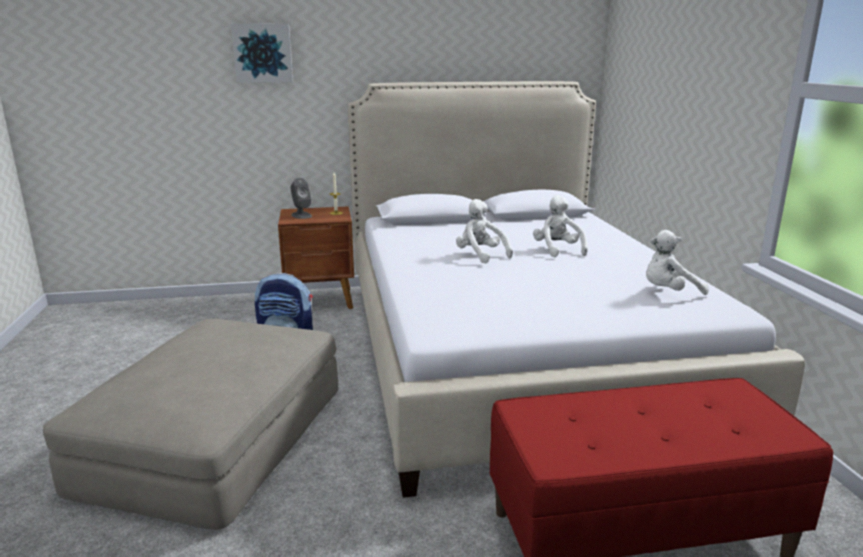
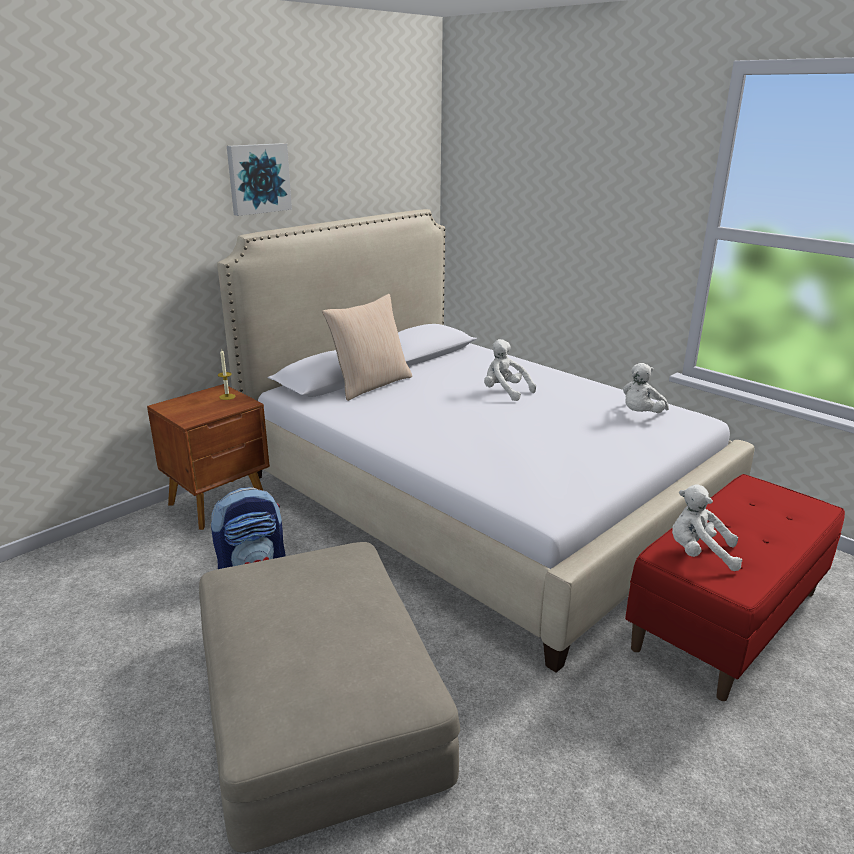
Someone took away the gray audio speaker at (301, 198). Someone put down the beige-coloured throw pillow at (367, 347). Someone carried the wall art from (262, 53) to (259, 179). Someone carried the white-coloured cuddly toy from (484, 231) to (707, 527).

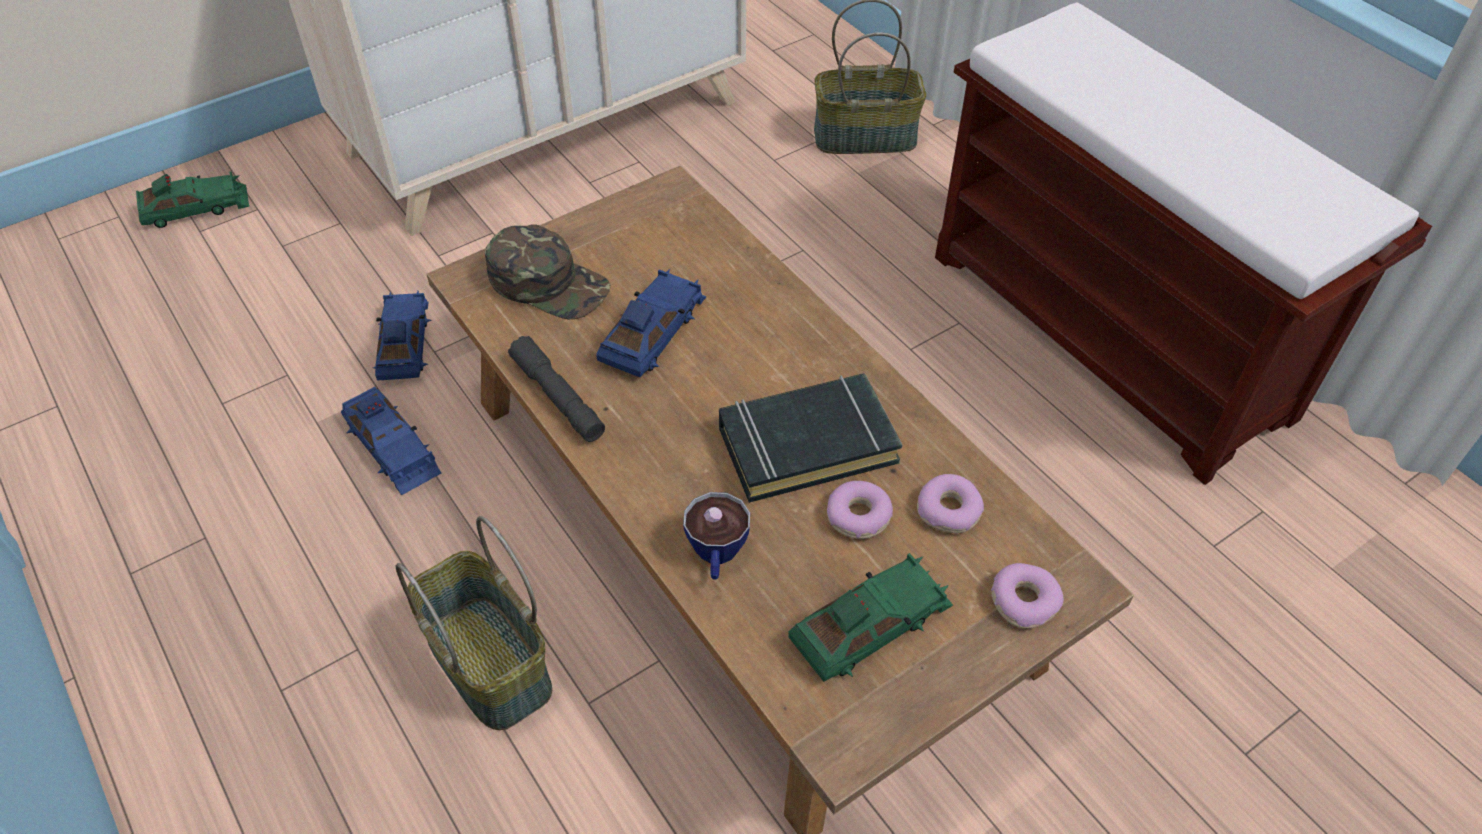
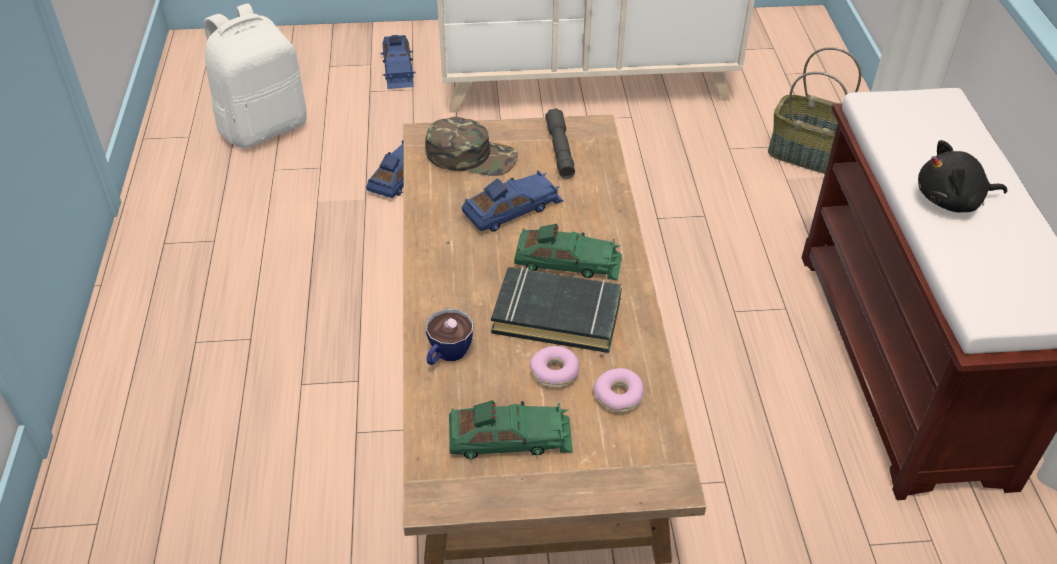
Someone took away the storage basket at (474, 623). Someone took away the ring doughnut at (1027, 596). Someone put down the white-coloured backpack at (255, 75). Someone put down the black cuddly toy at (962, 176). Someone carried the greenish toy car from (192, 200) to (568, 252). Someone carried the bluish toy car from (391, 441) to (398, 62). Someone carried the gray torch from (556, 389) to (560, 143). Someone rotated the greenish peaked cap at (548, 272) by 45 degrees counterclockwise.

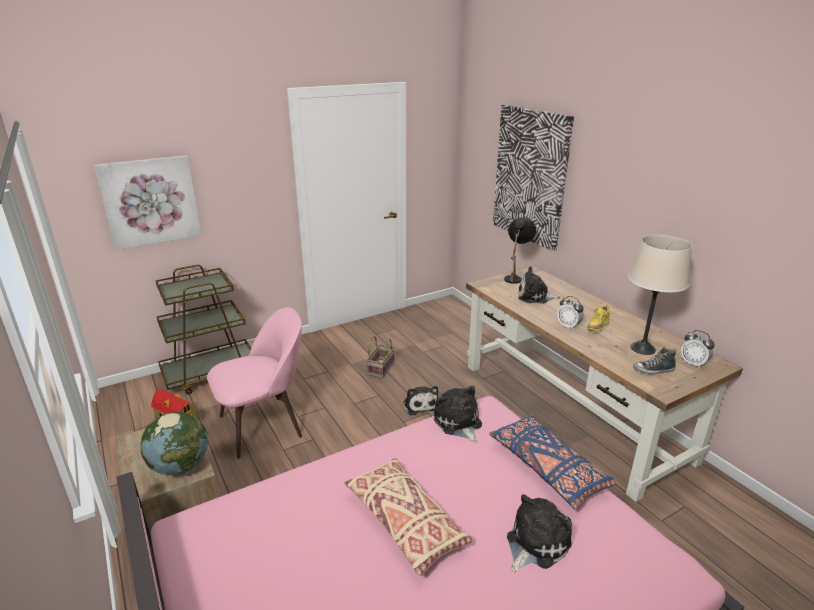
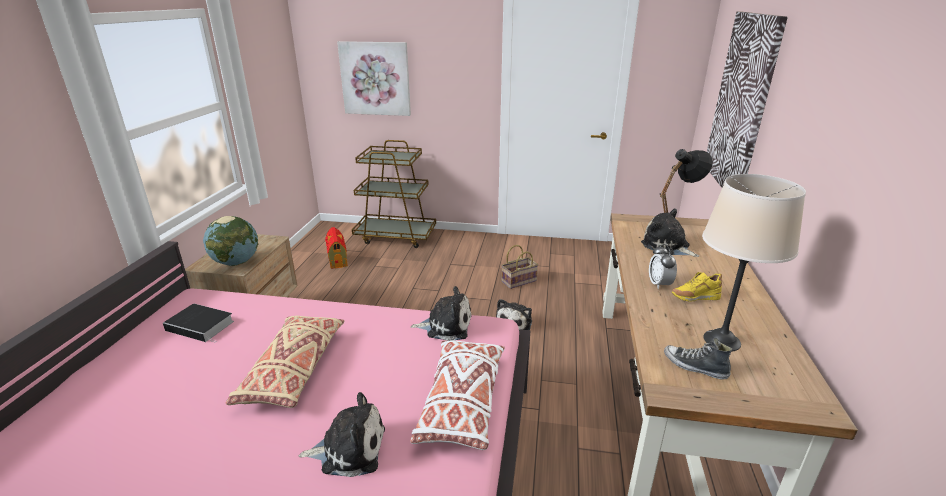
Someone took away the pink-coloured upright chair at (254, 383). Someone took away the table clock at (698, 349). Someone put down the book at (198, 323). Someone repainted the bluish throw pillow at (552, 462), which became the white-coloured throw pillow at (457, 395). Someone rotated the cuddly toy at (458, 414) by 75 degrees clockwise.

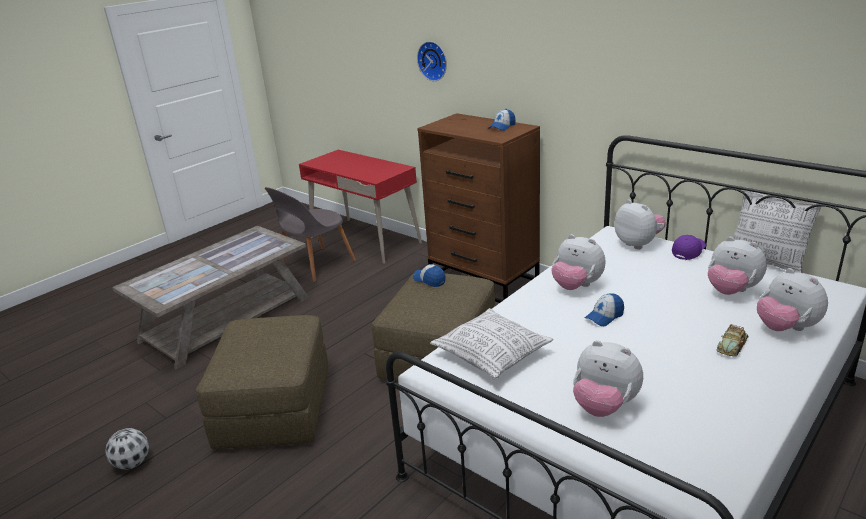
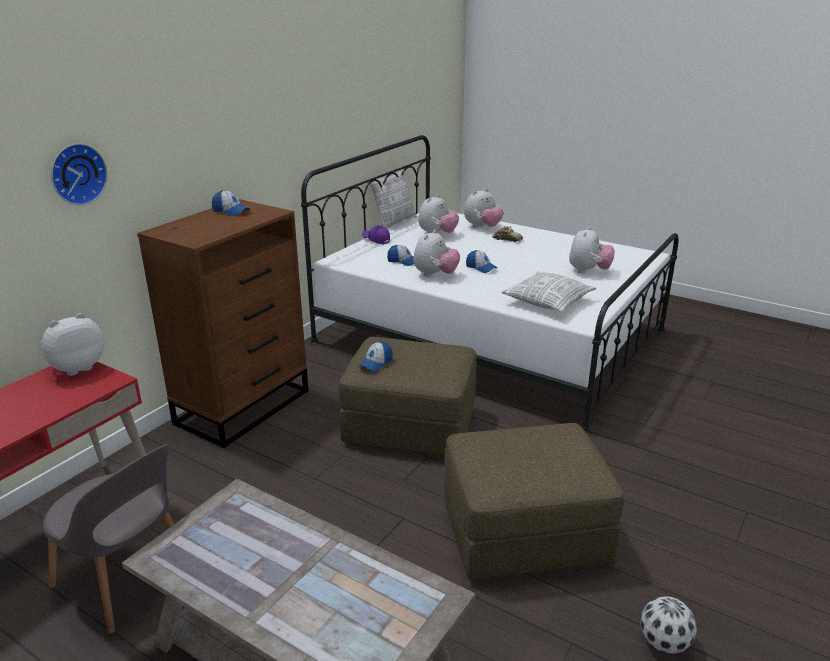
Someone put down the peaked cap at (400, 255). Someone carried the cuddly toy from (640, 224) to (72, 344).

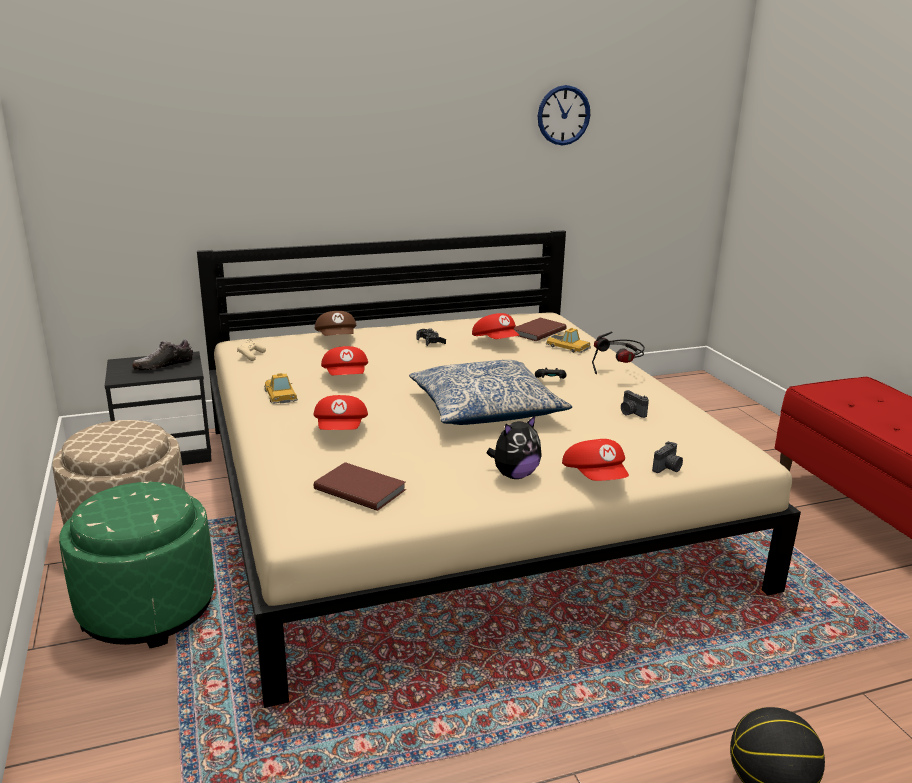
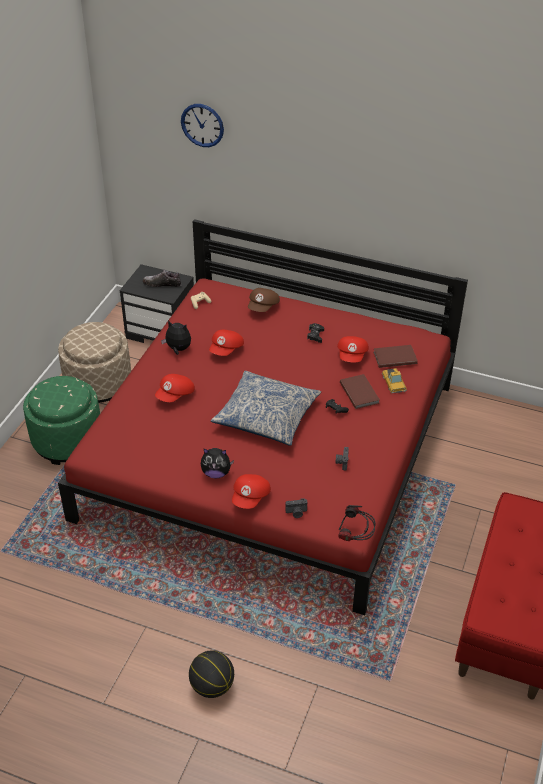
Someone carried the brown book from (360, 486) to (360, 391). Someone carried the clock on the wall from (564, 115) to (202, 125). Someone carried the headset from (618, 353) to (357, 523). Someone swapped the toy car at (281, 388) for the cuddly toy at (176, 337). Someone repainted the beige-coloured bedroom bed at (499, 469), which became the red bedroom bed at (263, 417).

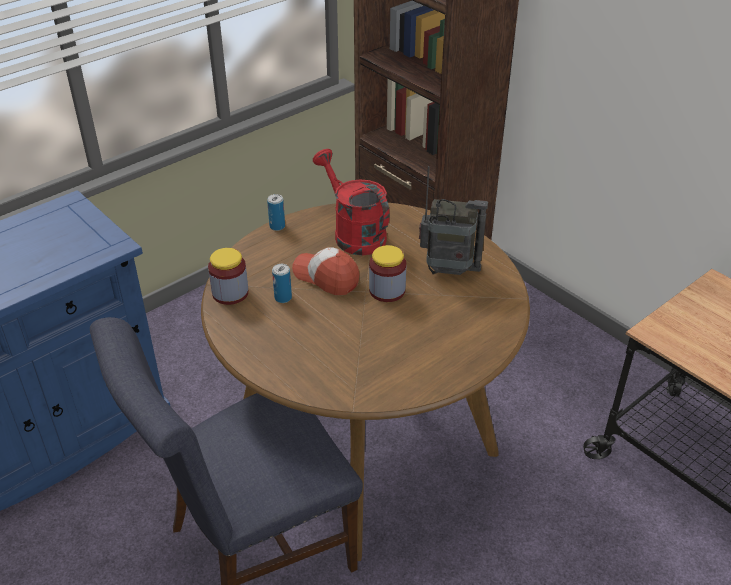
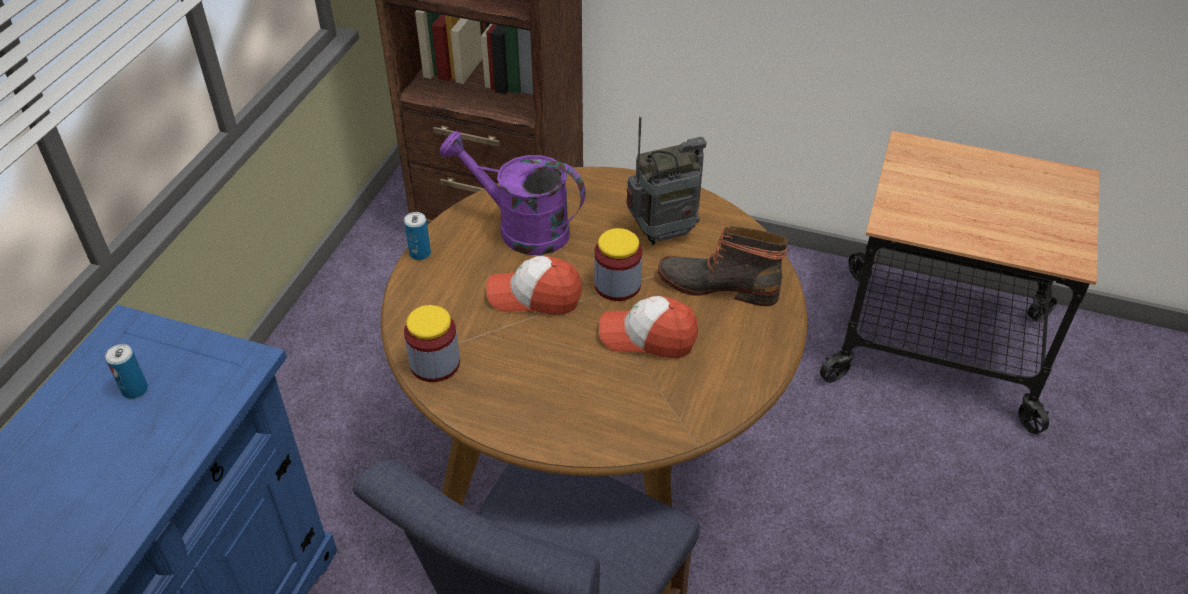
Someone put down the peaked cap at (648, 327). Someone put down the tall boot at (723, 266). Someone carried the sealed can from (282, 283) to (126, 371). Someone repainted the red watering can at (351, 202), which became the purplish watering can at (513, 193).

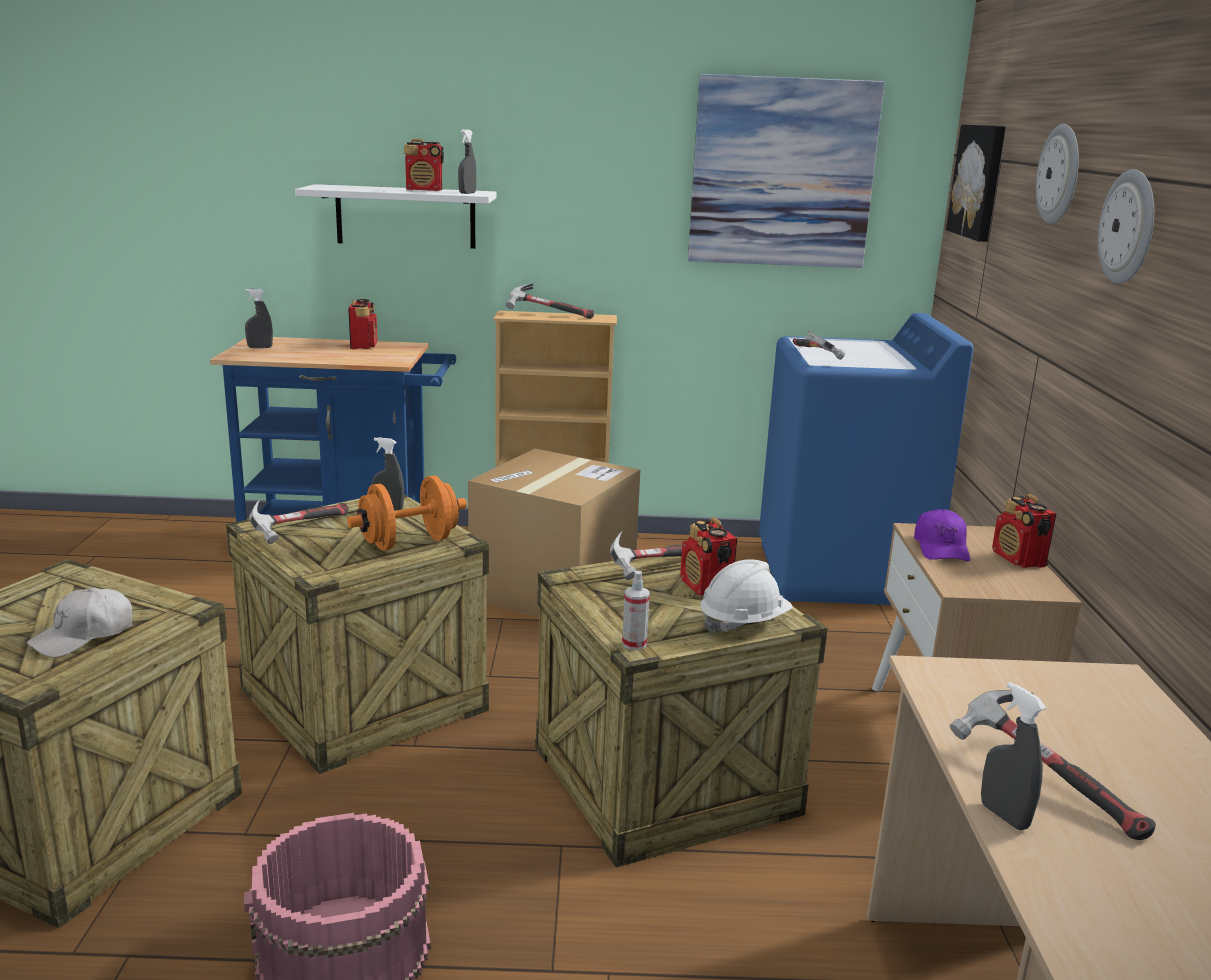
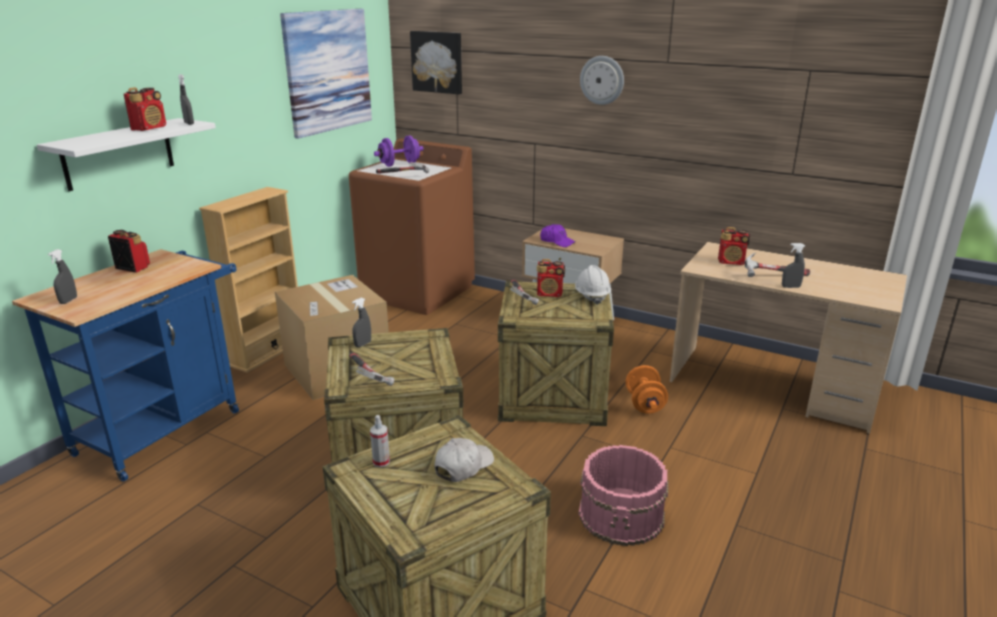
Someone took away the hammer at (550, 301). Someone took away the clock on the wall at (1057, 174). Someone put down the purplish free weight at (398, 151). Someone carried the orange free weight from (407, 513) to (646, 389). Someone carried the hand sprayer from (636, 610) to (380, 441). Someone carried the radio from (1024, 531) to (734, 246). Someone repainted the bluish laundry machine at (866, 459), which became the brown laundry machine at (412, 226). Someone rotated the white-coloured peaked cap at (79, 622) by 120 degrees counterclockwise.

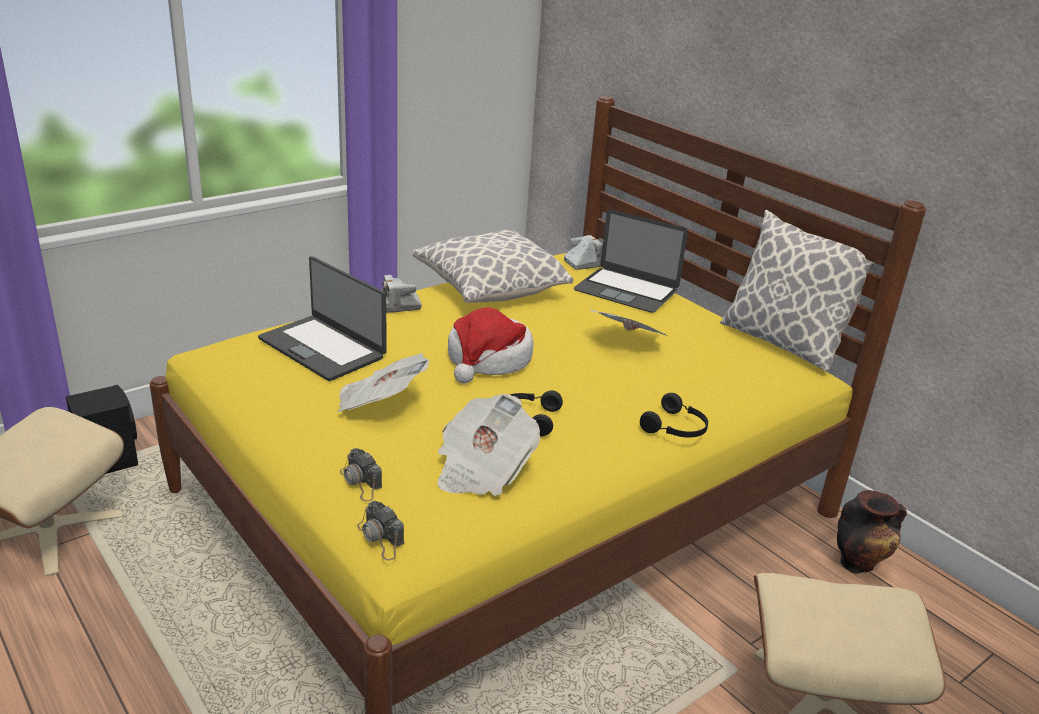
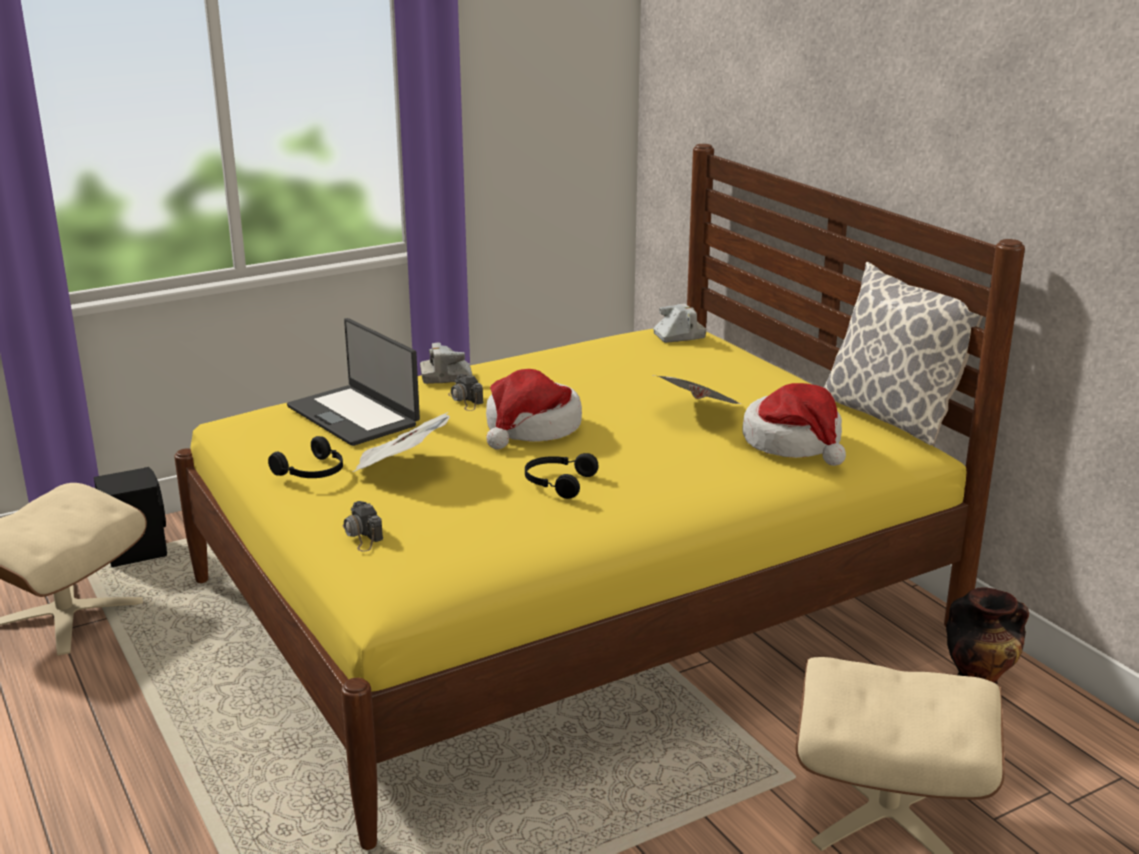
Someone took away the throw pillow at (493, 266). Someone took away the daily paper at (488, 445). Someone took away the laptop at (631, 261). Someone put down the clothing hat at (794, 424). Someone carried the photo camera from (380, 530) to (465, 392). Someone carried the black headset from (674, 415) to (305, 457).

